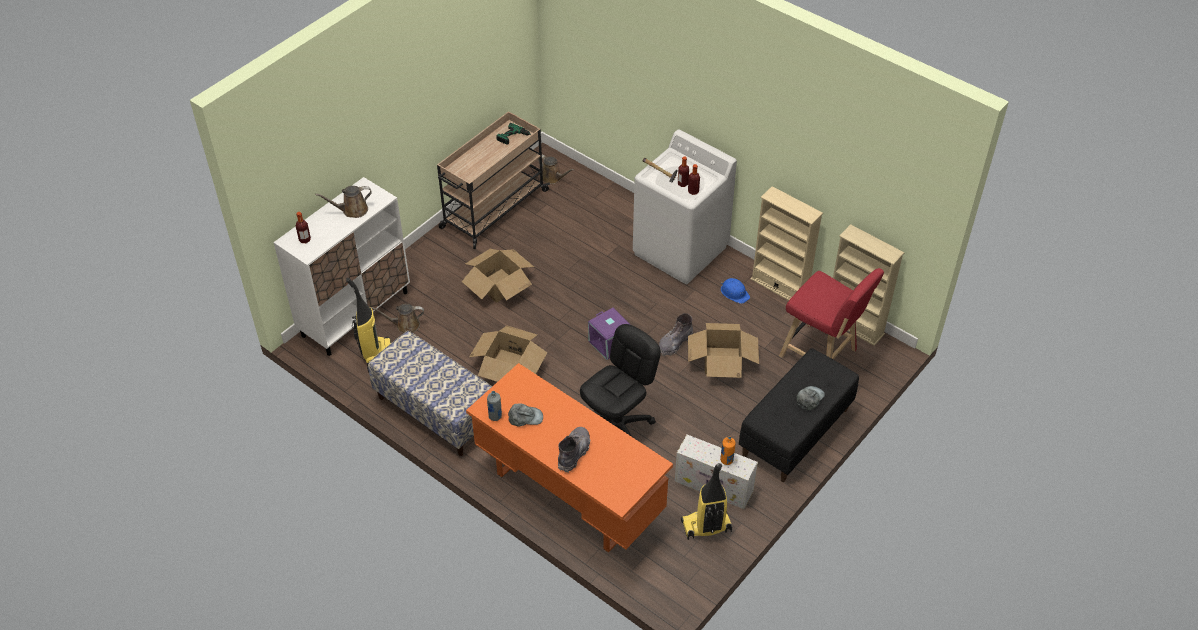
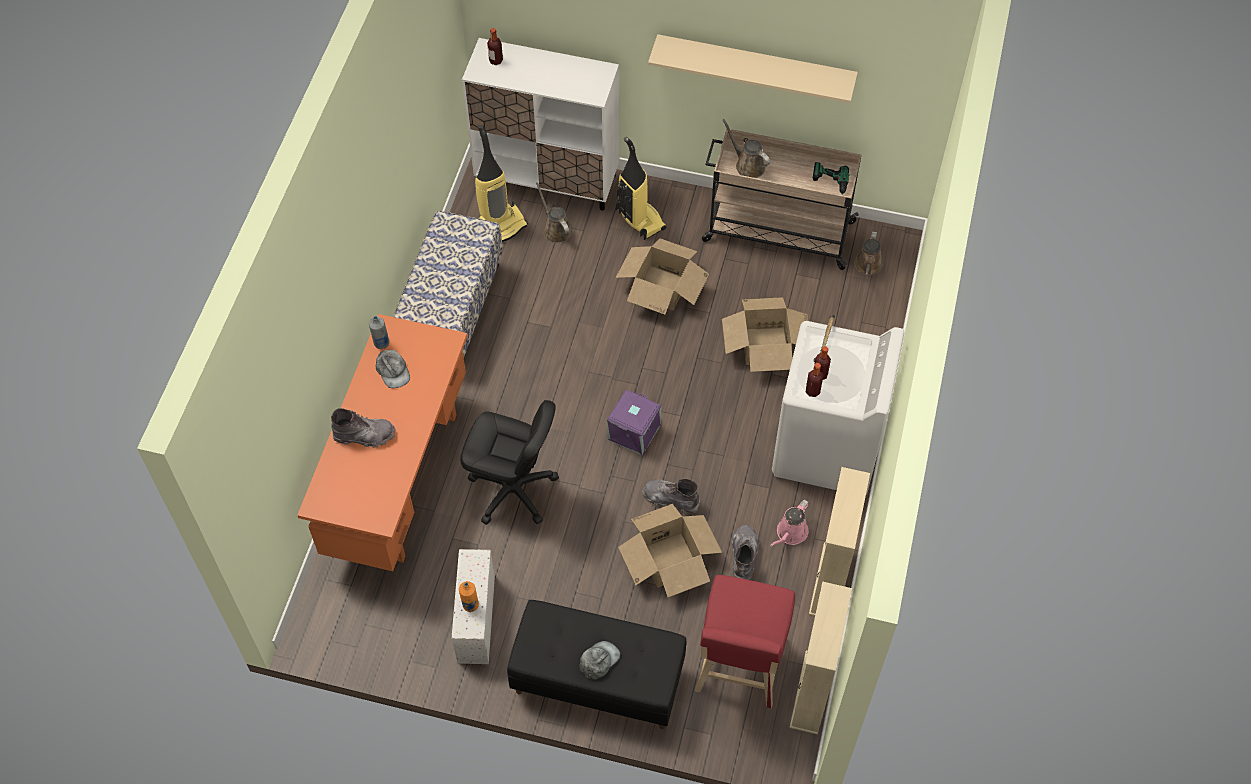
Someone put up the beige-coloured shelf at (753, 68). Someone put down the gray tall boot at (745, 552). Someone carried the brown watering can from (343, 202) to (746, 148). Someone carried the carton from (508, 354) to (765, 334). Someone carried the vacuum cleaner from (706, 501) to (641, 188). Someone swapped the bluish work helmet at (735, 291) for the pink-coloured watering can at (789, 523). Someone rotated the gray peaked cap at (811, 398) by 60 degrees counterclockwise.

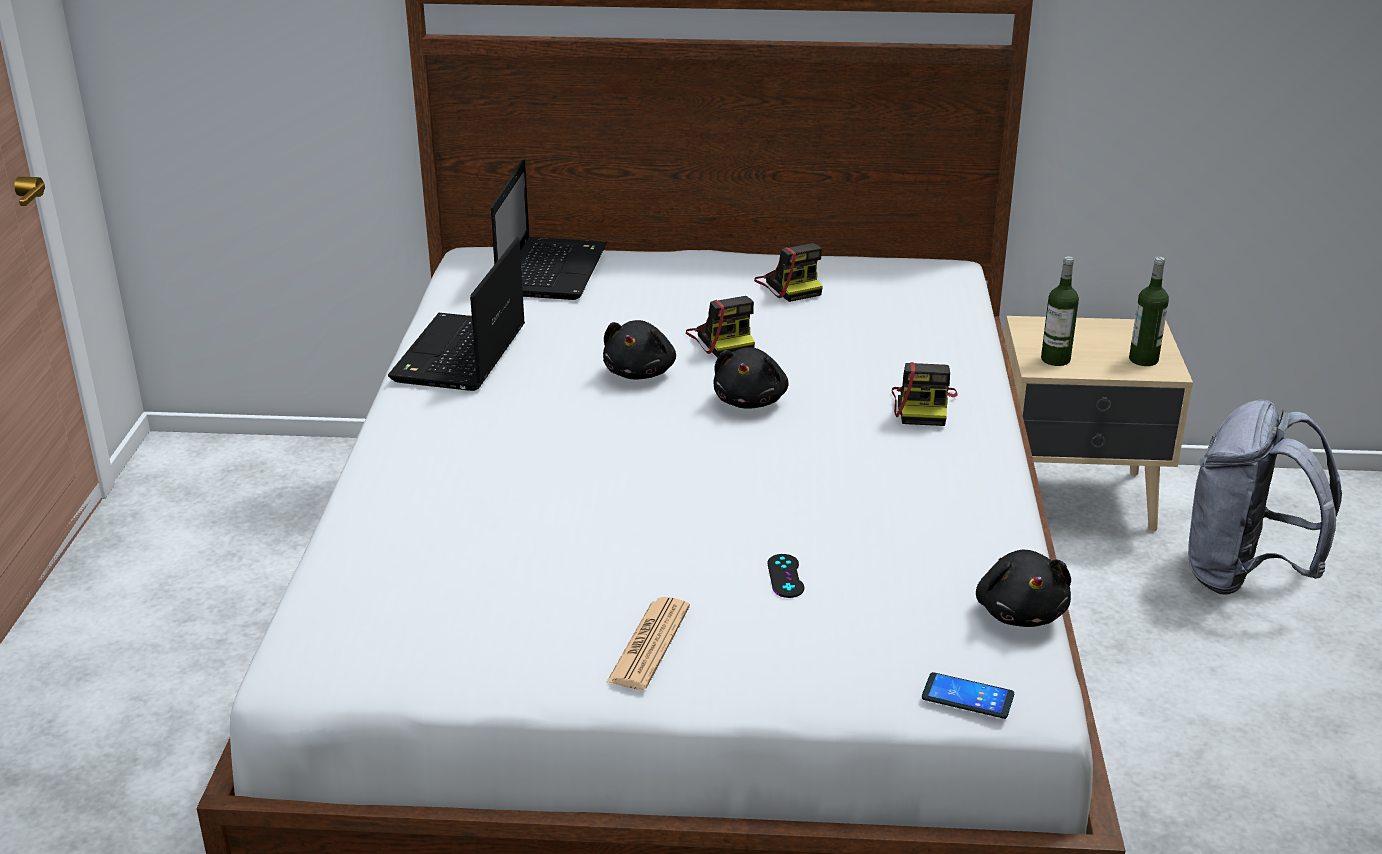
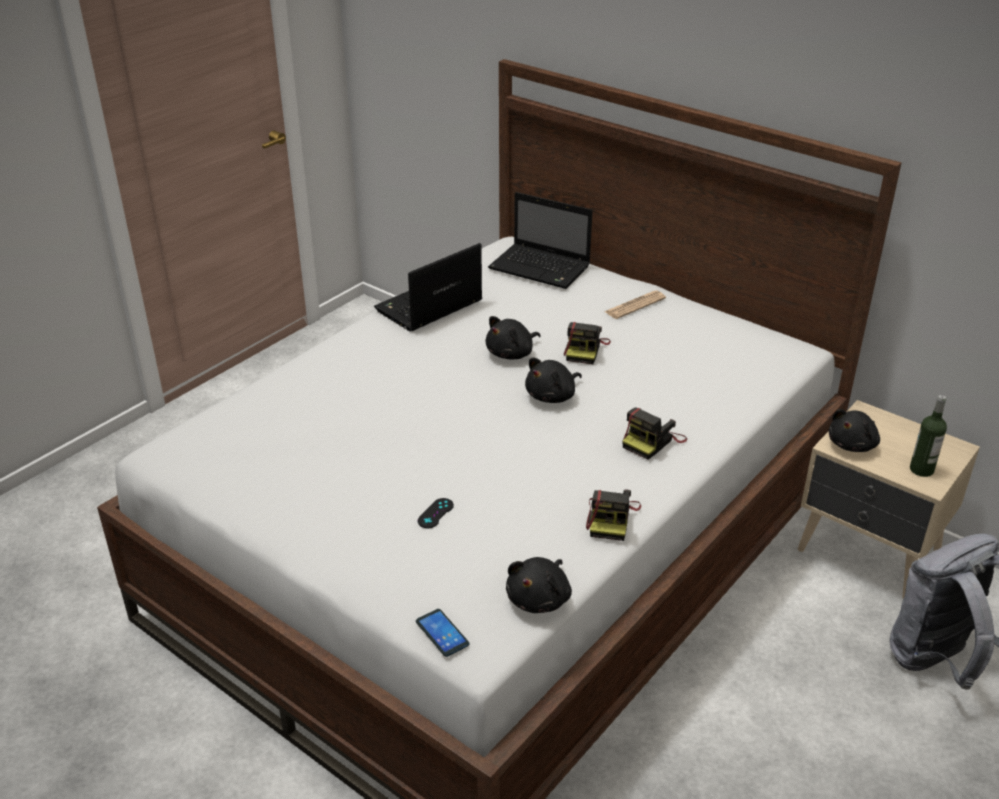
Someone carried the daily paper from (648, 643) to (635, 305). Someone carried the photo camera from (788, 272) to (613, 515). Someone swapped the beverage bottle at (1060, 311) for the black cuddly toy at (854, 430). Someone rotated the laptop at (549, 230) by 75 degrees clockwise.

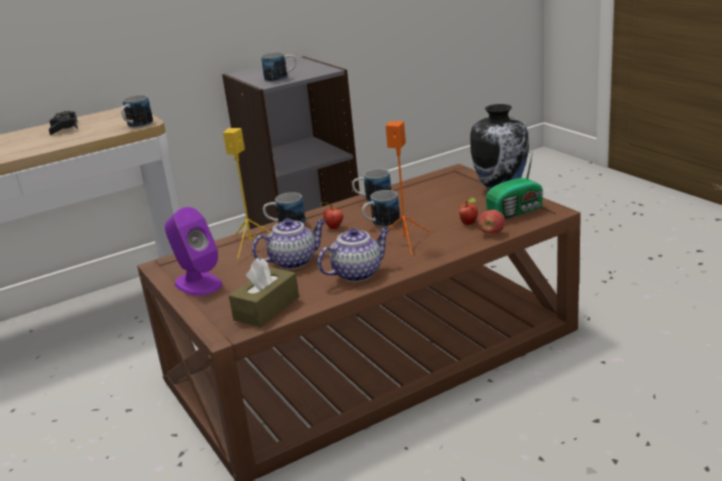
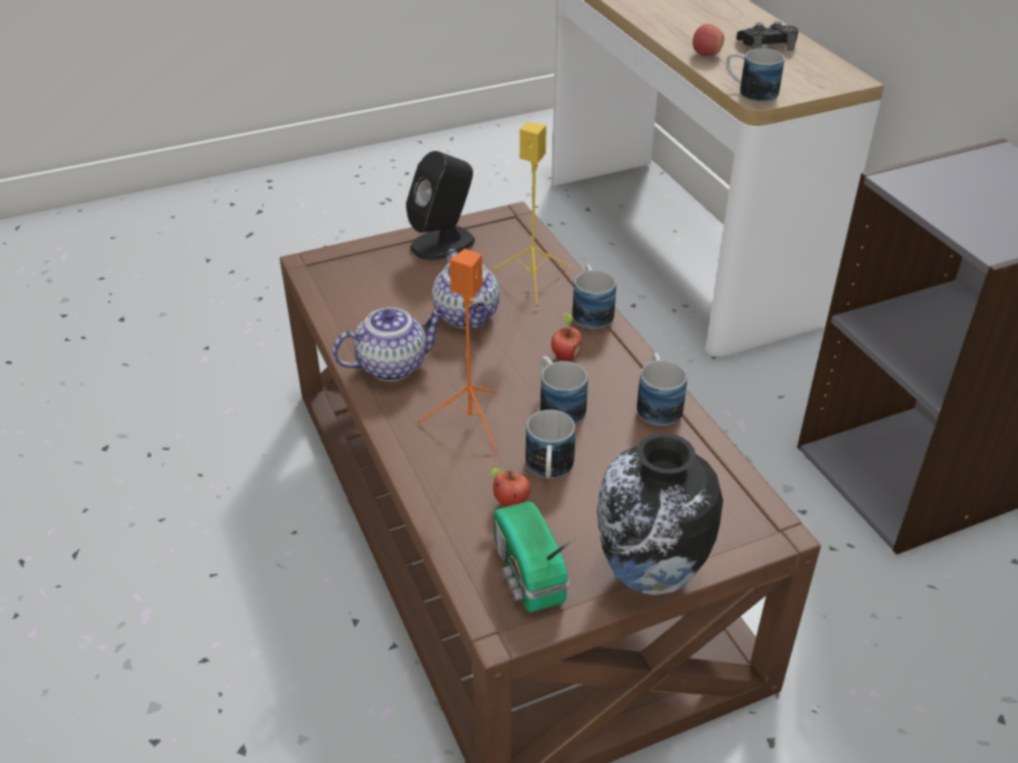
Someone took away the brown tissue box at (264, 292). Someone carried the tea mug from (279, 67) to (550, 444). Someone carried the apple from (491, 222) to (708, 40). Someone repainted the purplish audio speaker at (194, 251), which became the black audio speaker at (440, 205). Someone rotated the pot for tea at (353, 255) by 90 degrees counterclockwise.

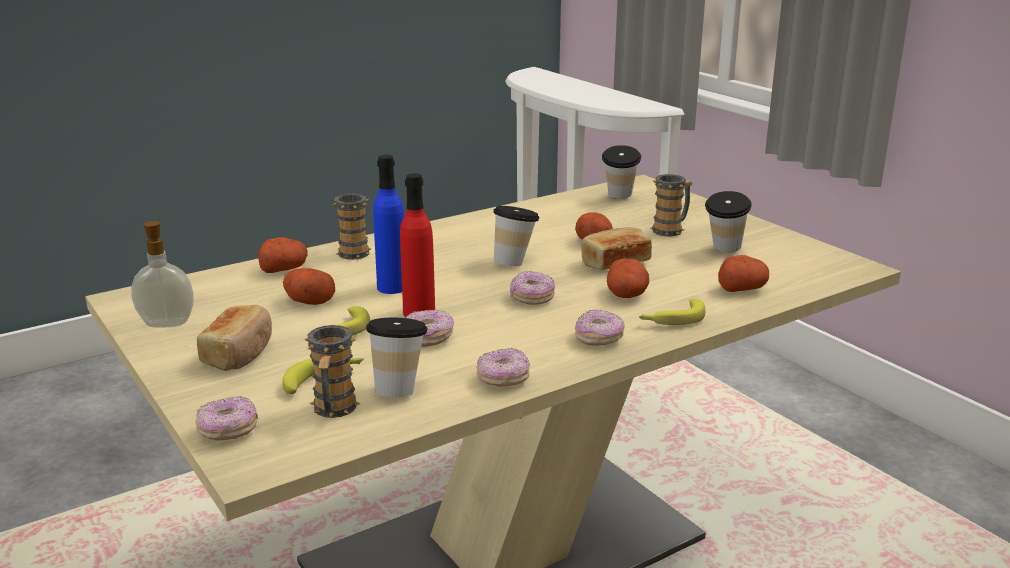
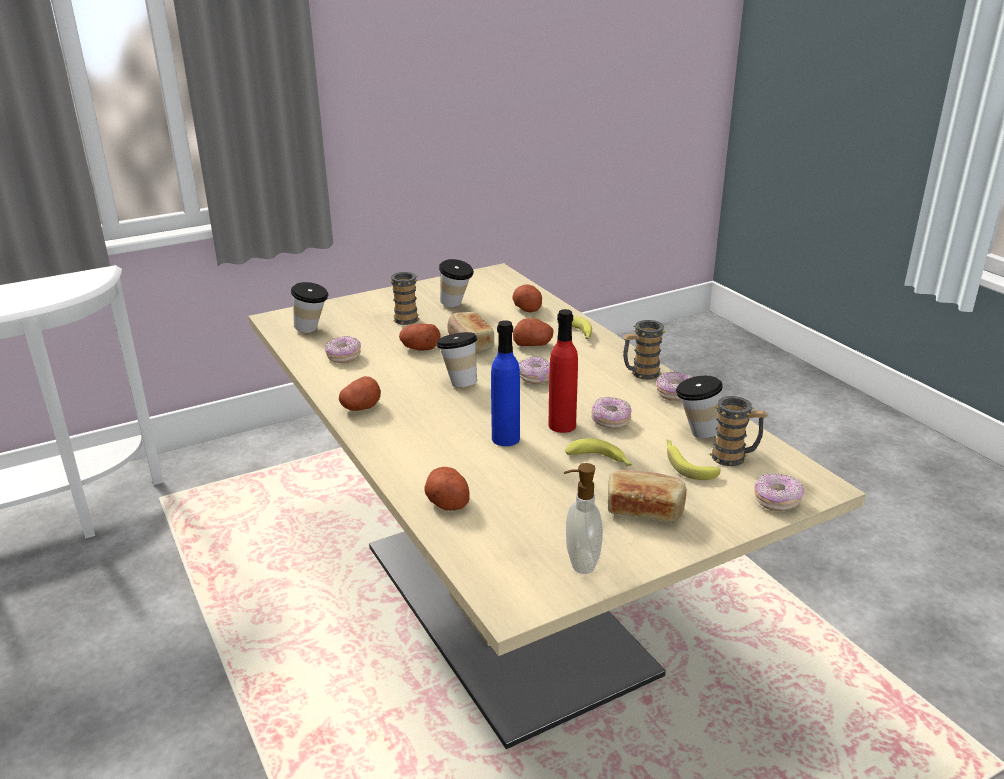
Someone carried the whole potato from (309, 286) to (360, 393). Someone carried the tea mug from (352, 227) to (644, 350). Someone carried the ring doughnut from (600, 327) to (343, 349).

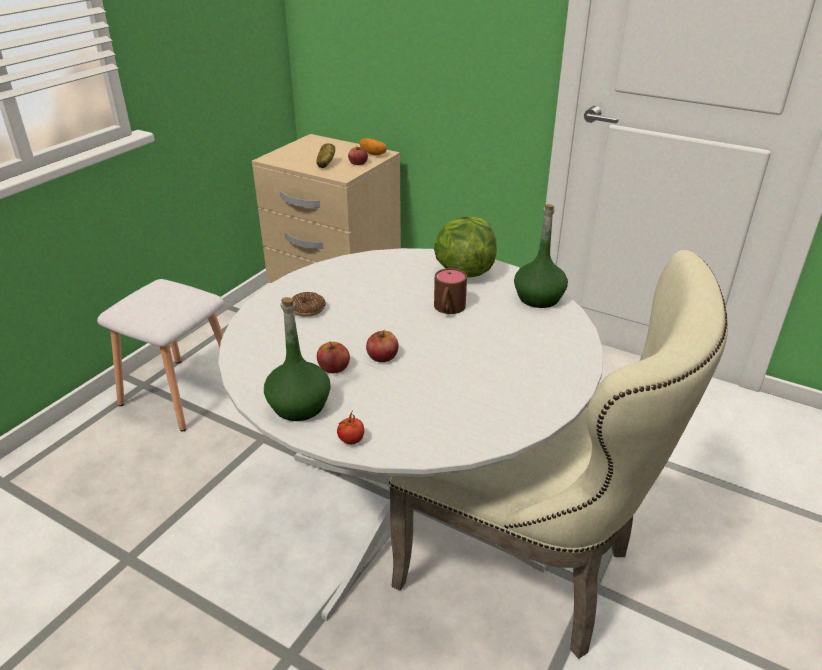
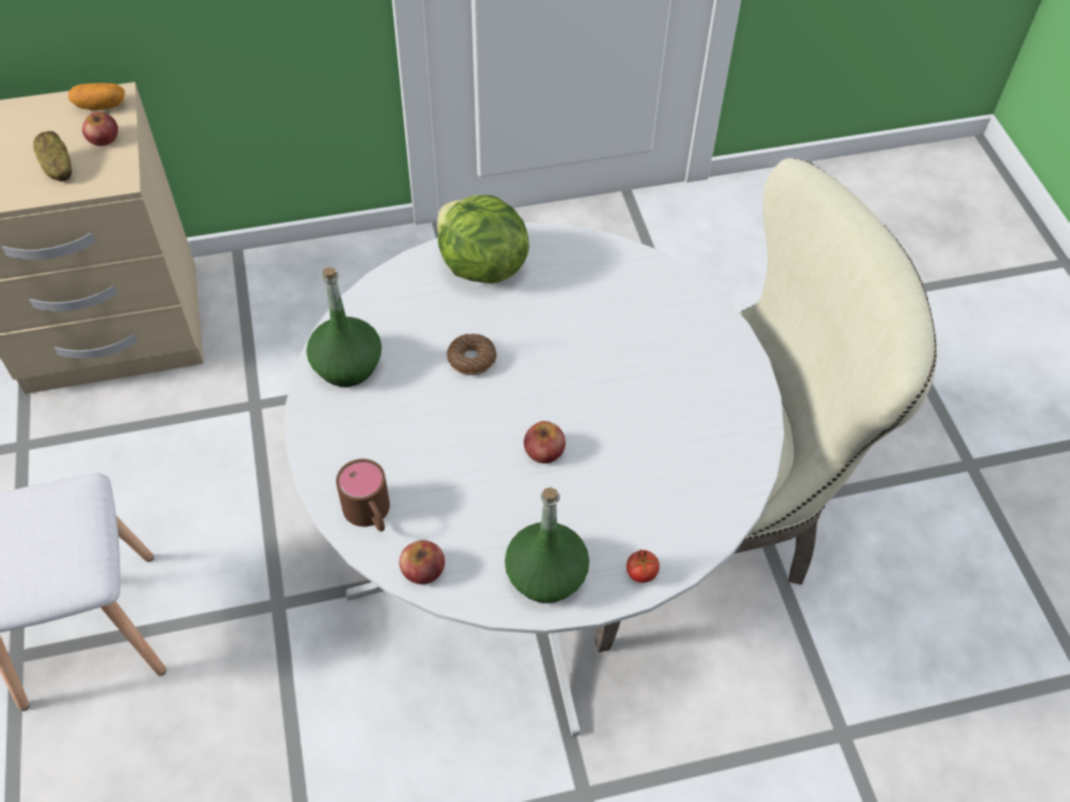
Someone carried the ring doughnut from (309, 304) to (472, 354). Someone carried the apple from (333, 357) to (422, 562). Someone carried the brown tea mug from (450, 291) to (363, 495). Someone carried the greenish beverage bottle from (541, 256) to (344, 327).

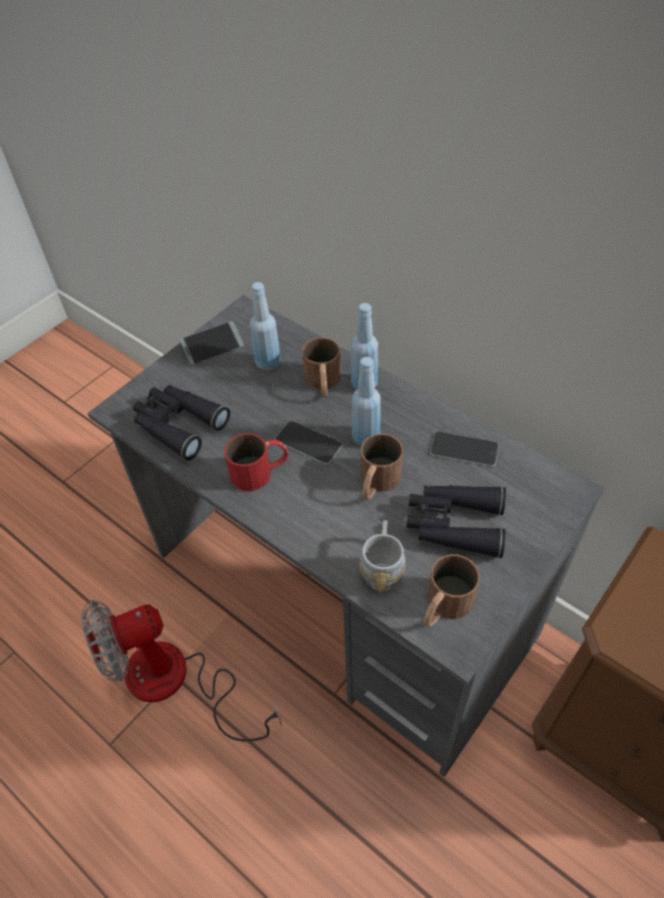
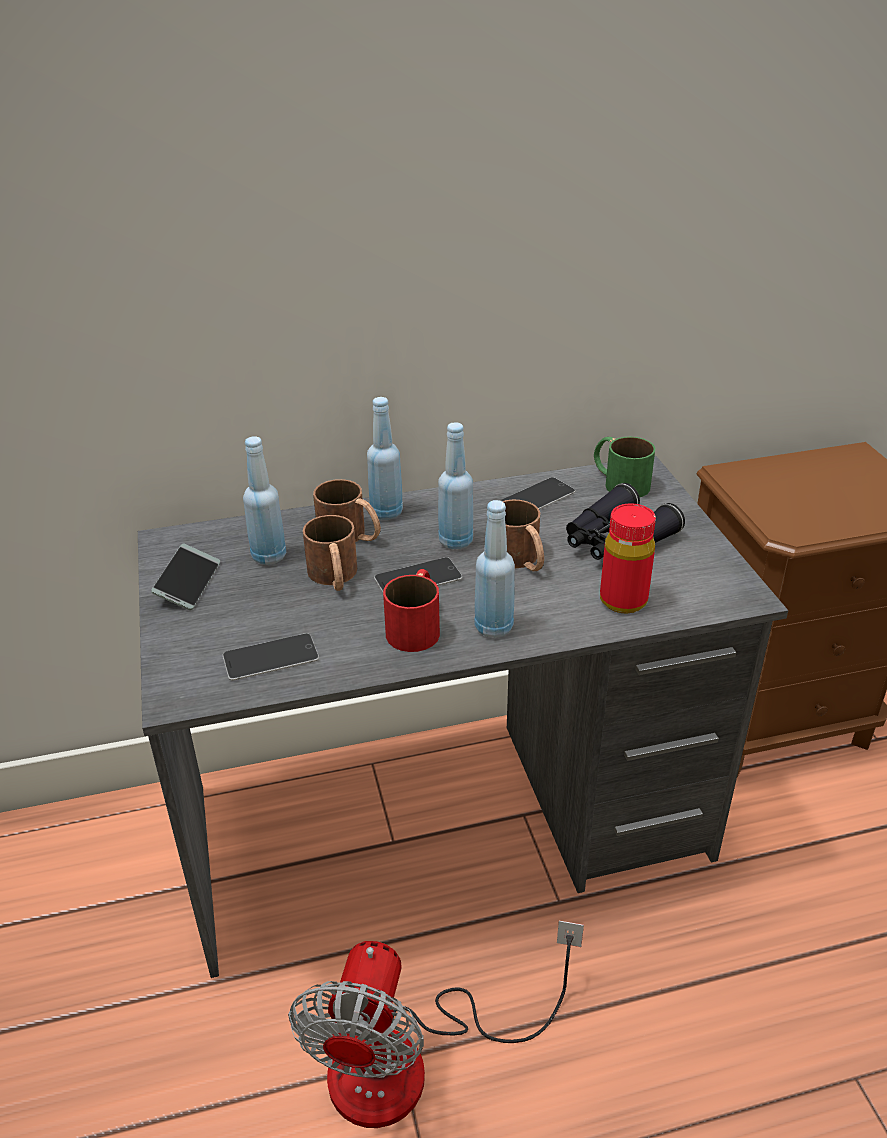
Someone put down the bluish beverage bottle at (494, 569). Someone put down the greenish tea mug at (624, 467). Someone carried the brown tea mug from (451, 590) to (330, 553). Someone swapped the black pair of binoculars at (181, 422) for the phone at (271, 657). Someone swapped the gray tea mug at (382, 556) for the red beverage bottle at (628, 559).

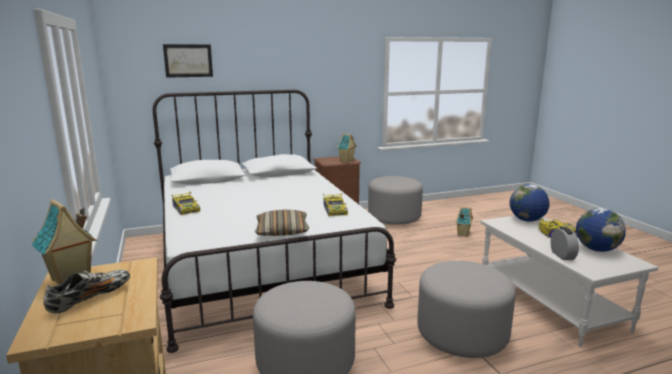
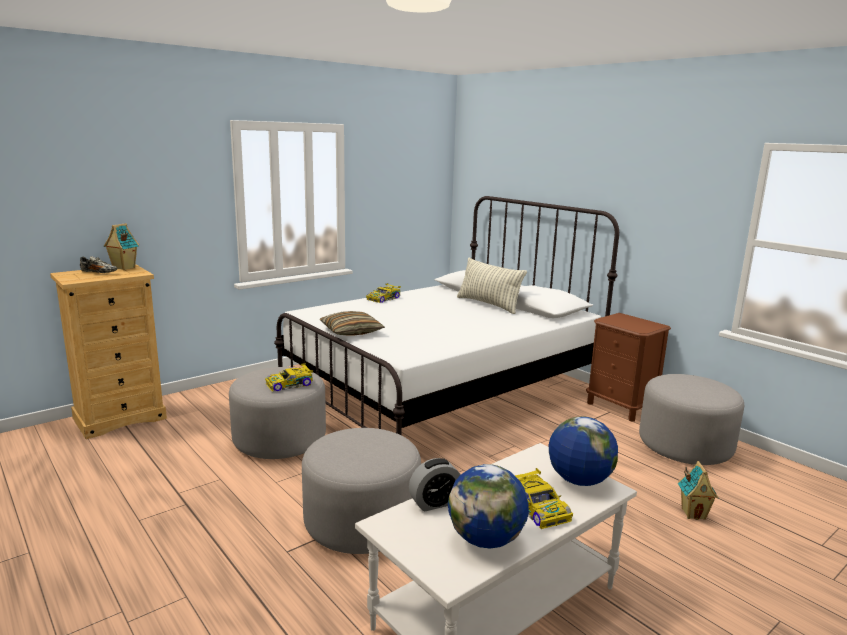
Someone took away the wall art at (188, 61). Someone took away the toy house at (347, 147). Someone put down the throw pillow at (492, 286). Someone carried the toy car from (335, 204) to (289, 377).

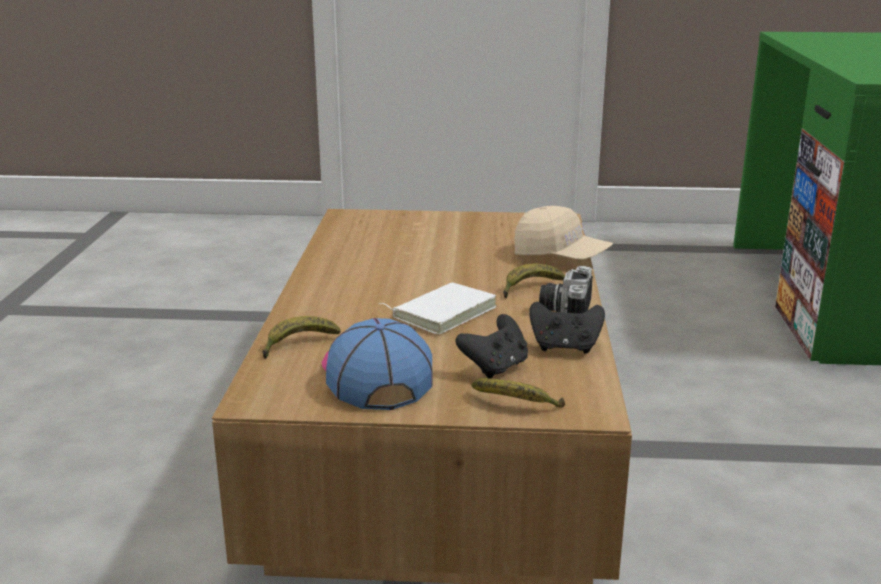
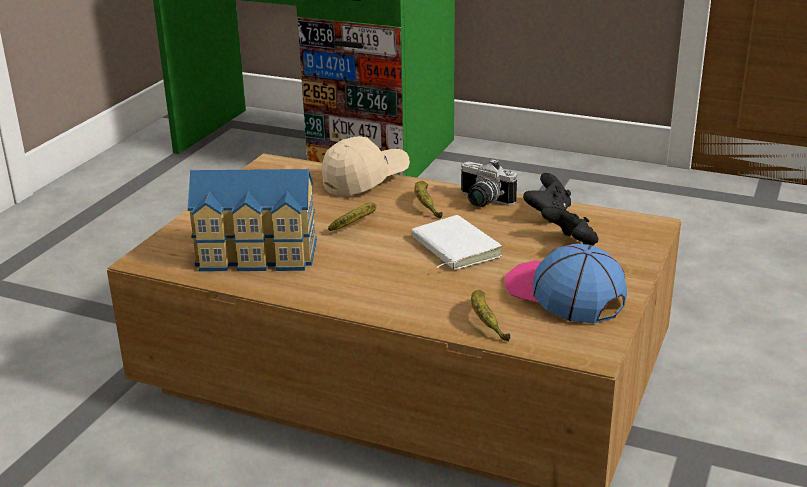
Someone put down the toy house at (252, 220). Someone carried the banana from (518, 393) to (352, 217). Someone rotated the peaked cap at (377, 364) by 45 degrees clockwise.

